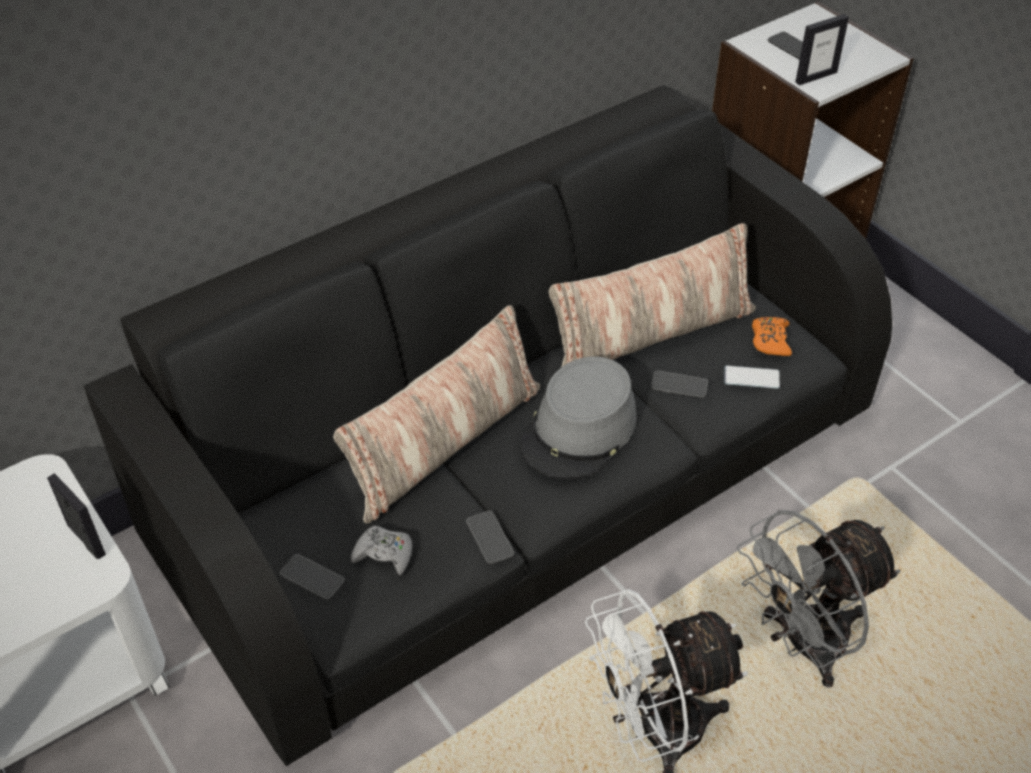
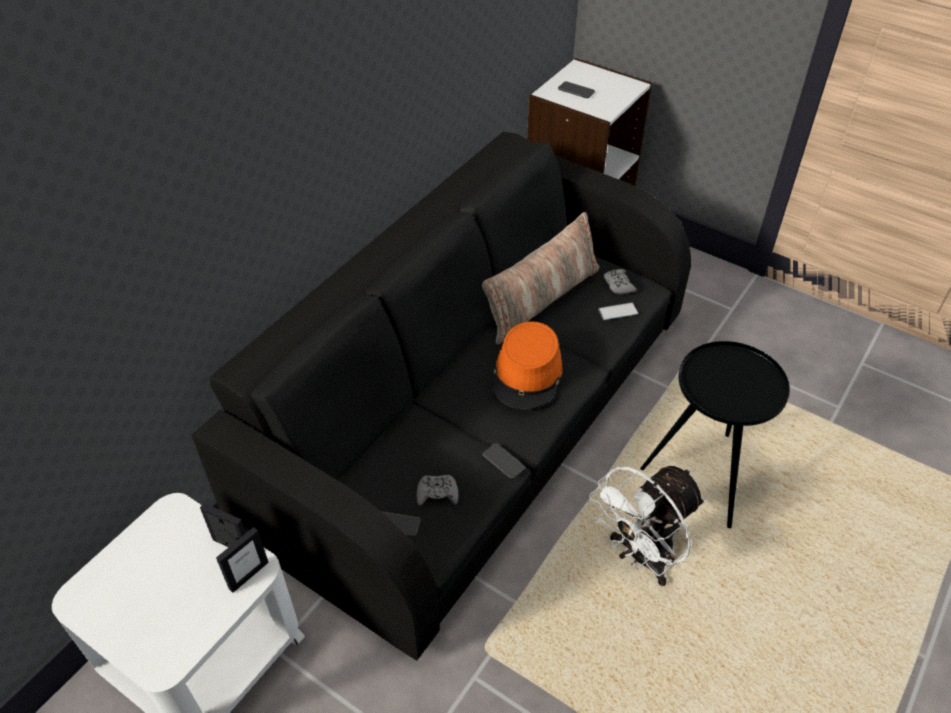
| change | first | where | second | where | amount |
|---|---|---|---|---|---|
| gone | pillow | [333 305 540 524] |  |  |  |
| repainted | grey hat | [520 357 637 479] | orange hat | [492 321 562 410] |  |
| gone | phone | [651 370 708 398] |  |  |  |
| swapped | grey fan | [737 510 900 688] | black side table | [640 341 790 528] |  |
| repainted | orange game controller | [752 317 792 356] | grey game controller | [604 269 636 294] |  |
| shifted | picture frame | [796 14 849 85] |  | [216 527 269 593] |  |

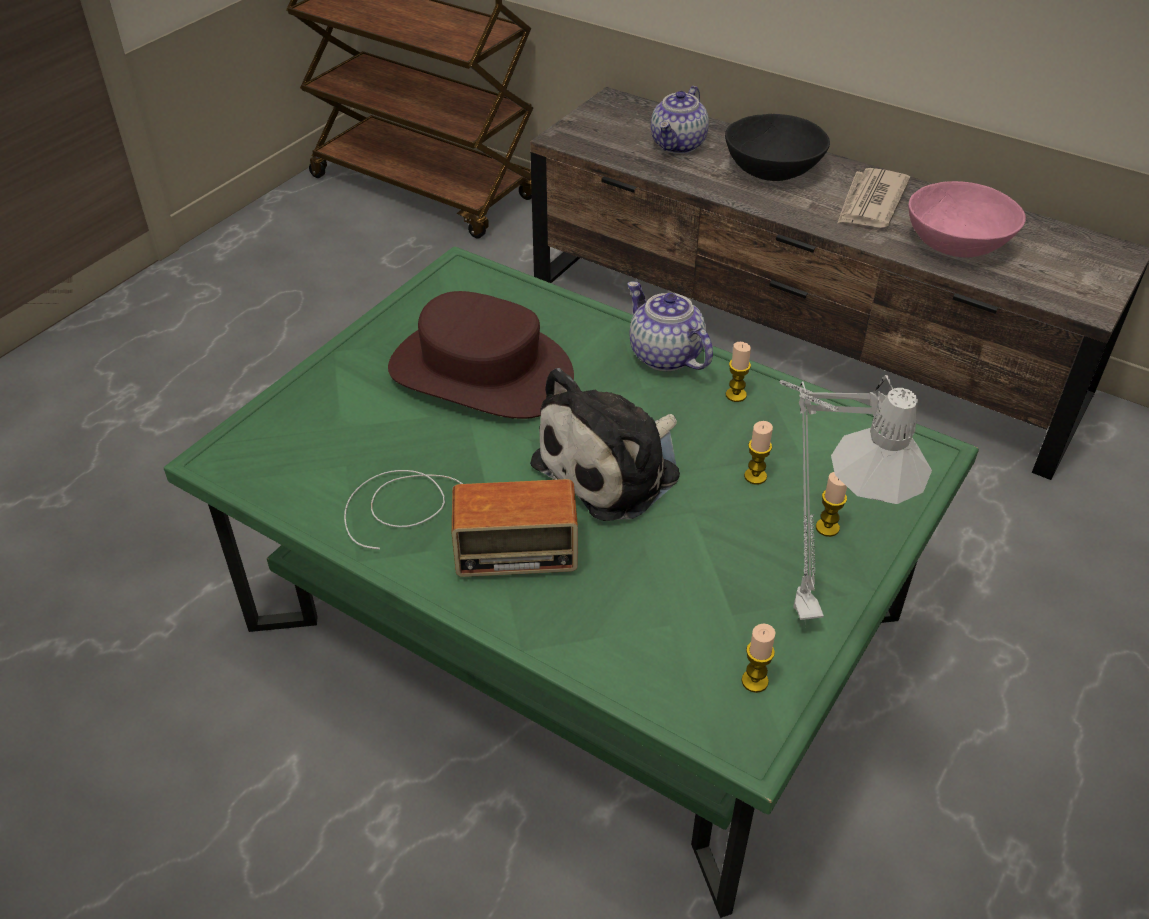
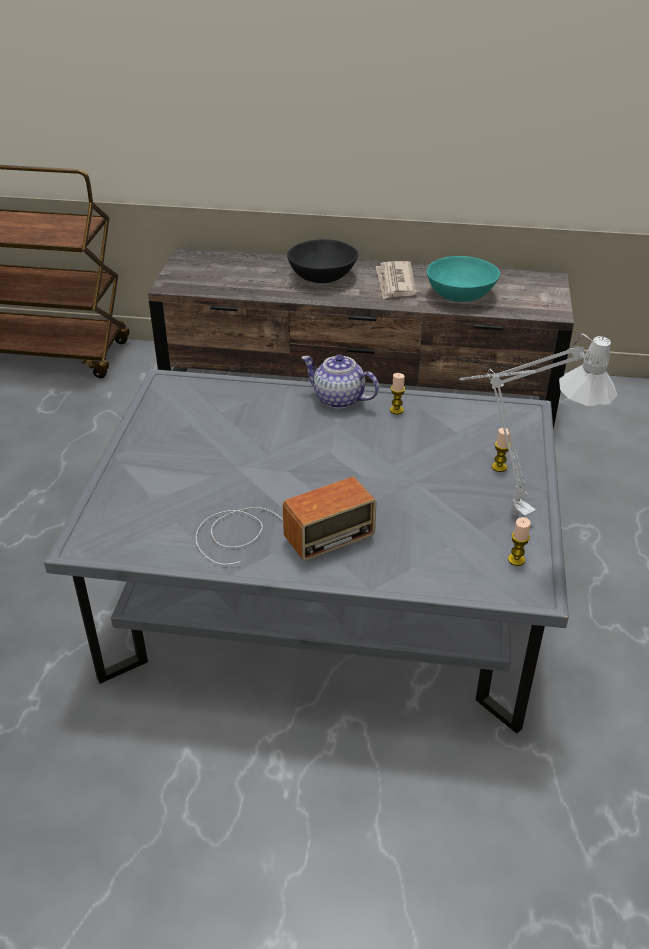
| change | first | where | second | where | amount |
|---|---|---|---|---|---|
| repainted | green coffee table | [164 246 979 918] | grey coffee table | [44 369 569 733] |  |
| gone | brown hat | [388 291 574 419] |  |  |  |
| gone | plush toy | [530 368 680 521] |  |  |  |
| gone | teapot | [651 86 709 154] |  |  |  |
| gone | candle | [744 421 773 485] |  |  |  |
| repainted | pink bowl | [908 181 1026 257] | turquoise bowl | [426 256 500 302] |  |

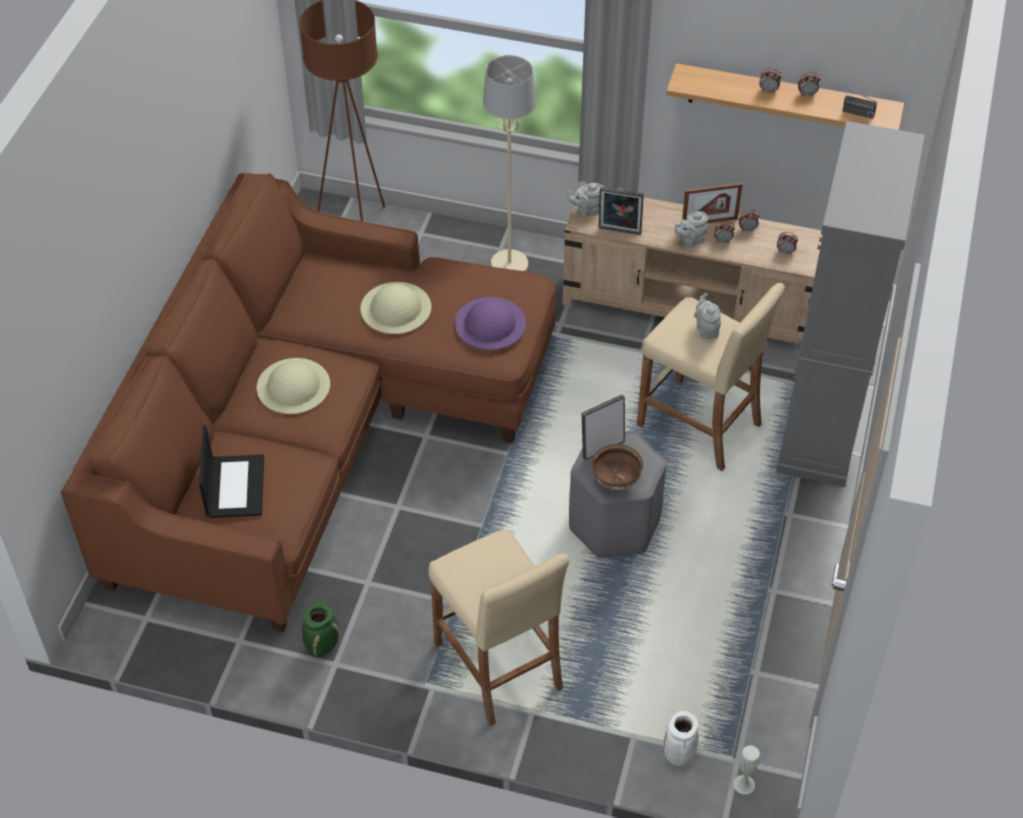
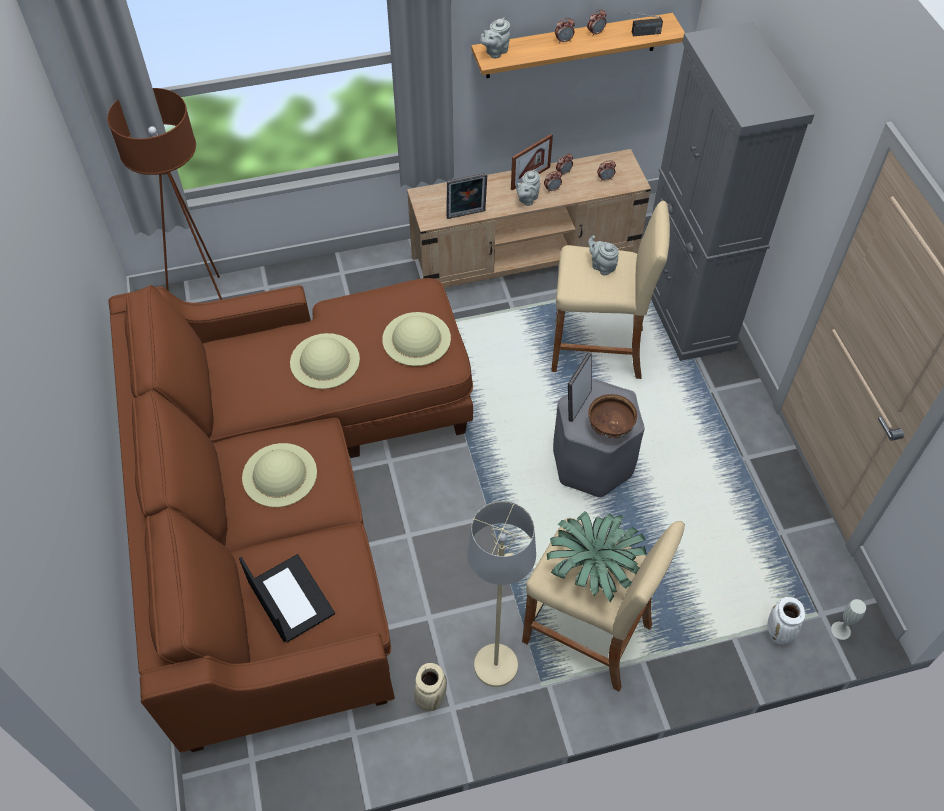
| change | first | where | second | where | amount |
|---|---|---|---|---|---|
| repainted | green vase | [302 603 339 657] | beige vase | [414 663 447 711] |  |
| repainted | purple hat | [454 297 526 350] | beige hat | [382 312 451 366] |  |
| shifted | beige floor lamp | [483 55 536 271] |  | [467 501 536 687] |  |
| shifted | grey teapot | [567 183 602 217] |  | [481 17 510 58] |  |
| new |  |  | potted plant | [547 511 647 602] |  |

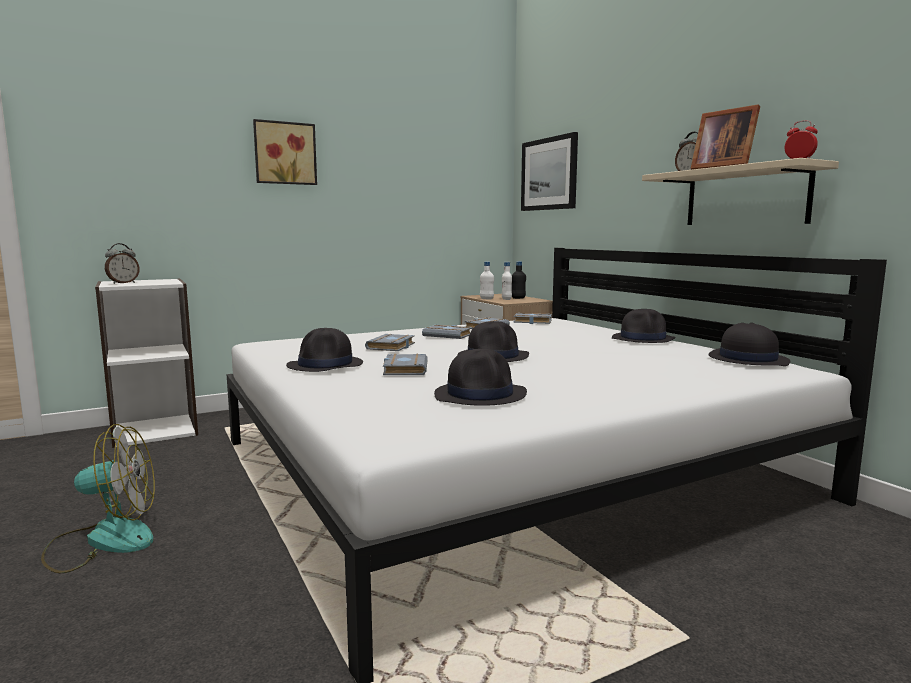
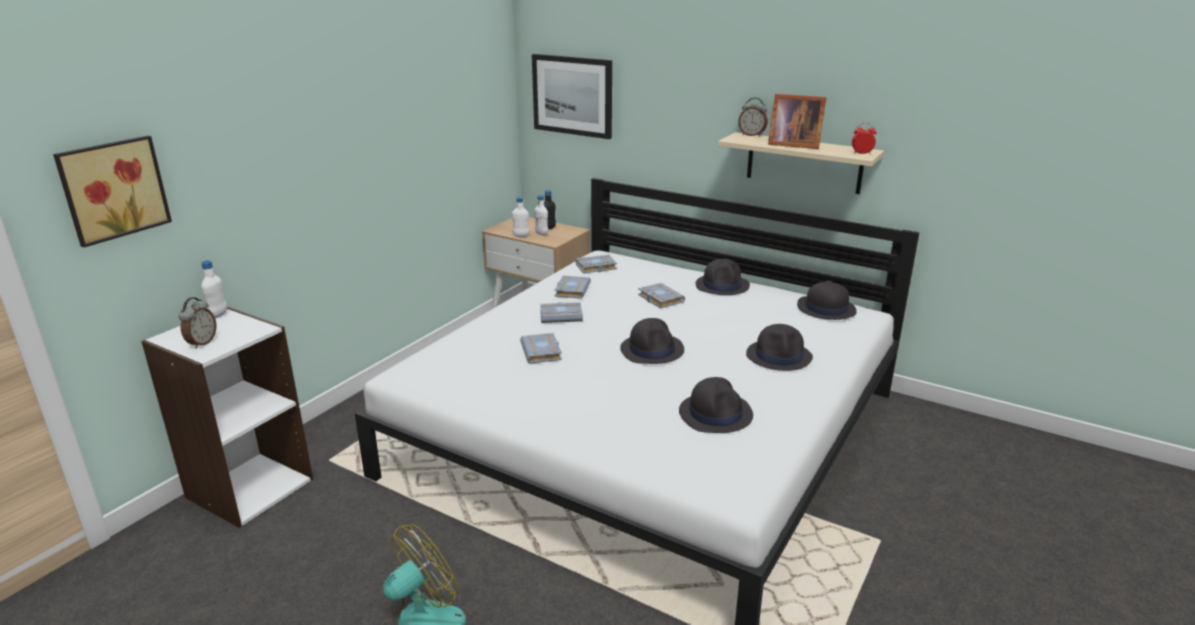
| change | first | where | second | where | amount |
|---|---|---|---|---|---|
| shifted | picture | [253 119 317 185] |  | [53 136 172 247] |  |
| shifted | black hat | [286 328 363 372] |  | [746 324 813 371] |  |
| shifted | grey book | [383 354 428 375] |  | [638 283 685 308] |  |
| new |  |  | white bottle | [201 260 227 318] |  |

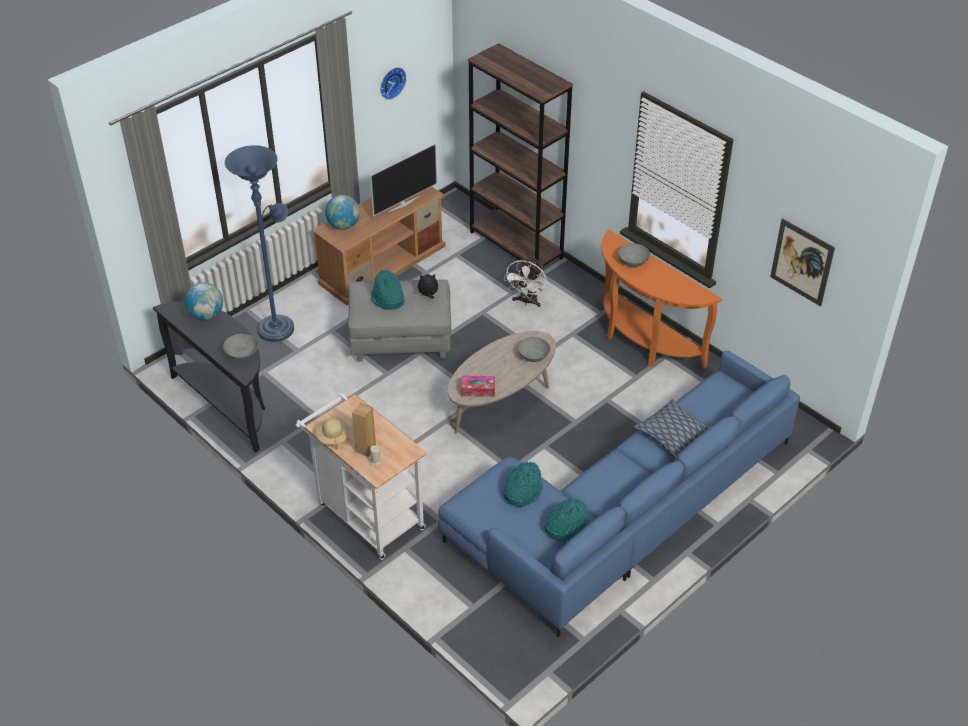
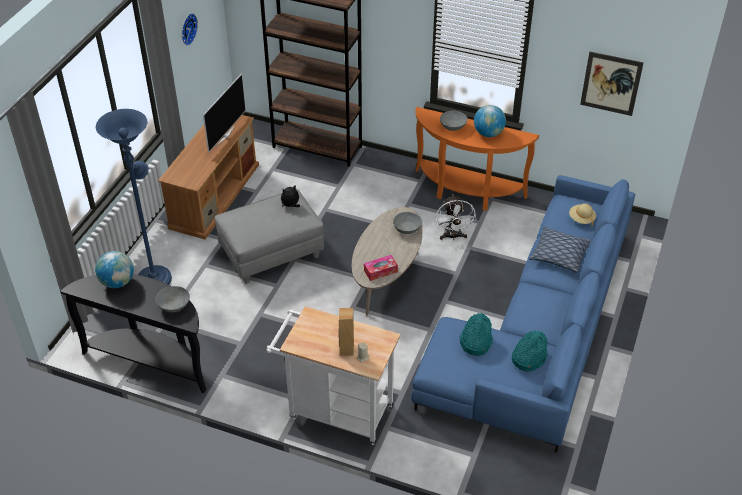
| change | first | where | second | where | amount |
|---|---|---|---|---|---|
| shifted | beige hat | [315 418 350 449] |  | [569 203 596 226] |  |
| shifted | globe | [325 195 360 230] |  | [474 105 506 137] |  |
| gone | turquoise hat | [371 270 405 310] |  |  |  |
| shifted | white fan | [503 257 547 307] |  | [436 195 476 240] |  |

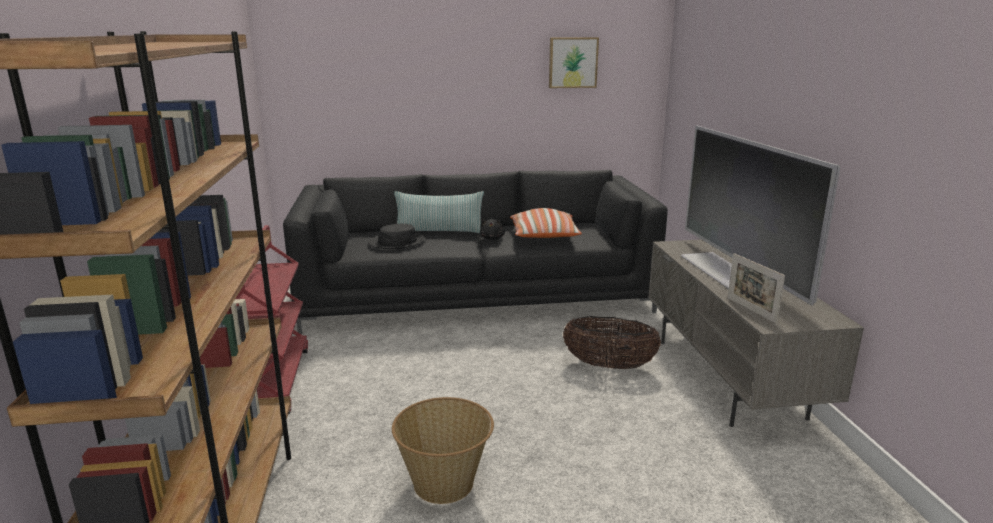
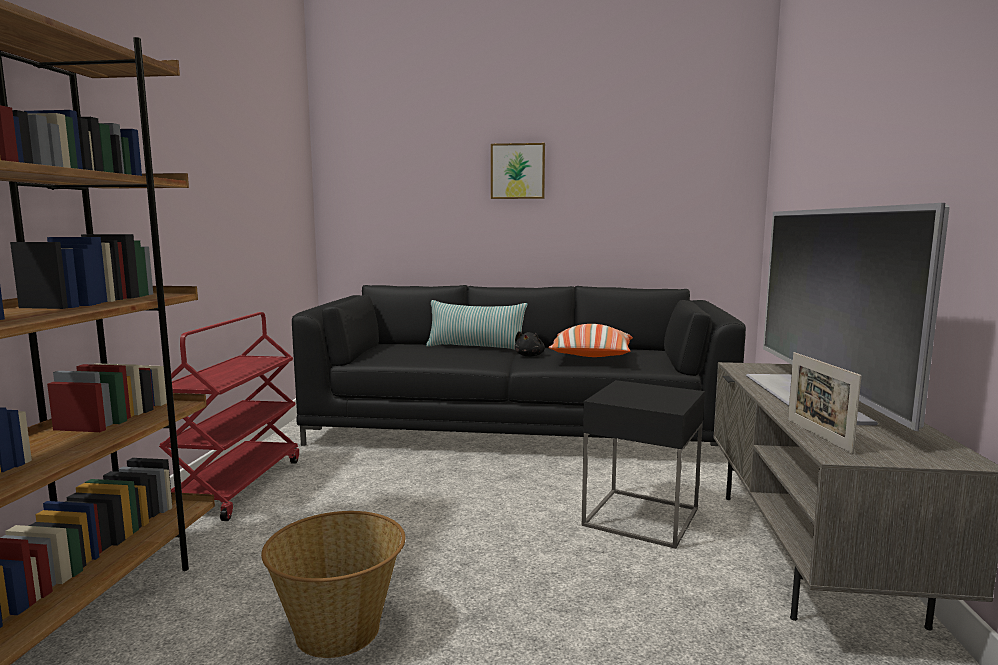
| change | first | where | second | where | amount |
|---|---|---|---|---|---|
| gone | black hat | [369 224 426 249] |  |  |  |
| shifted | picture | [549 37 599 88] |  | [491 143 545 199] |  |
| swapped | basket | [563 316 661 369] | black side table | [582 380 705 549] |  |

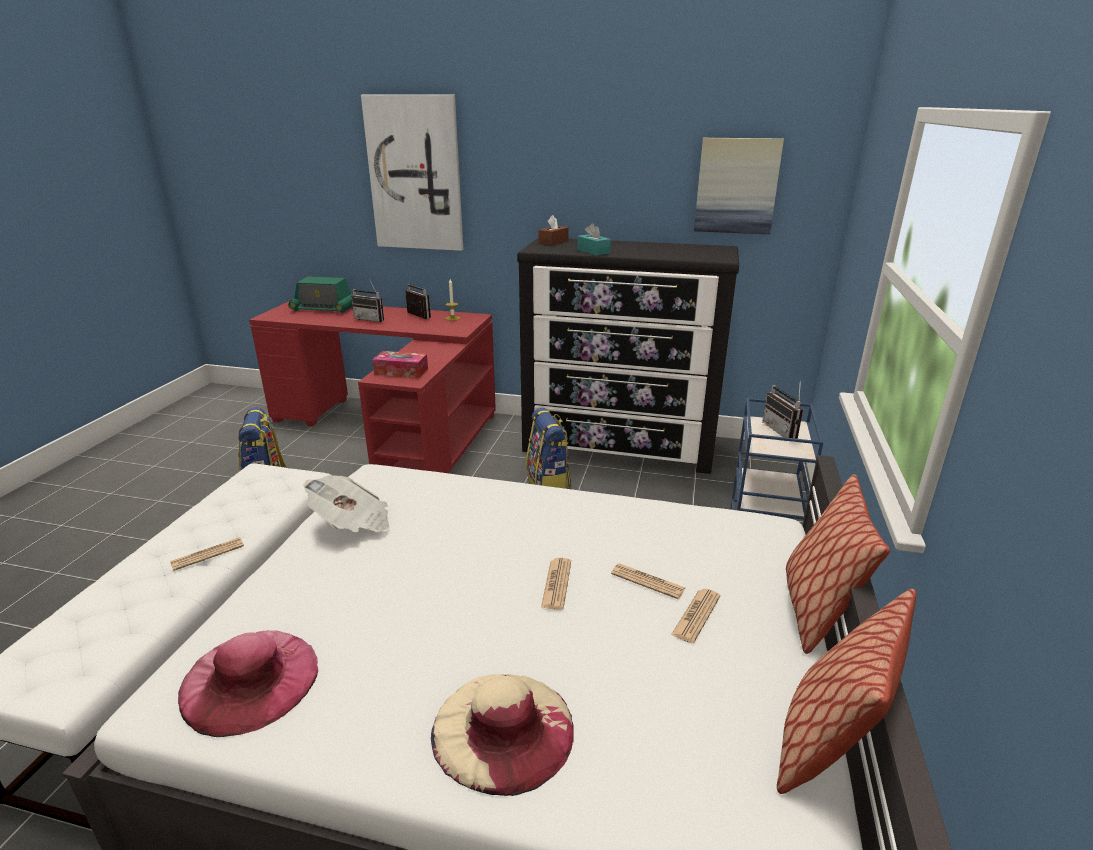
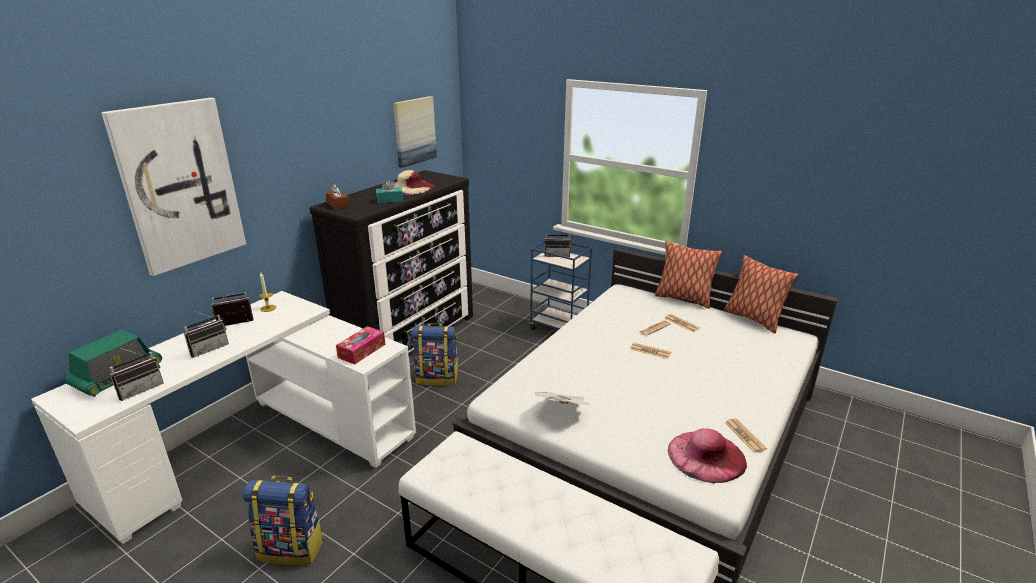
| change | first | where | second | where | amount |
|---|---|---|---|---|---|
| shifted | newspaper | [170 537 244 571] |  | [725 418 767 453] |  |
| repainted | red desk | [249 302 496 473] | white desk | [31 291 416 544] |  |
| shifted | beige hat | [431 674 574 796] |  | [394 170 435 195] |  |
| new |  |  | radio | [110 347 164 401] |  |

